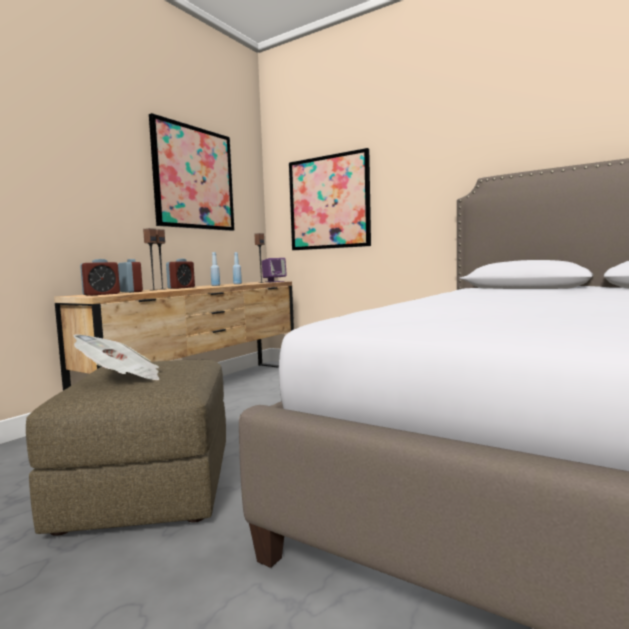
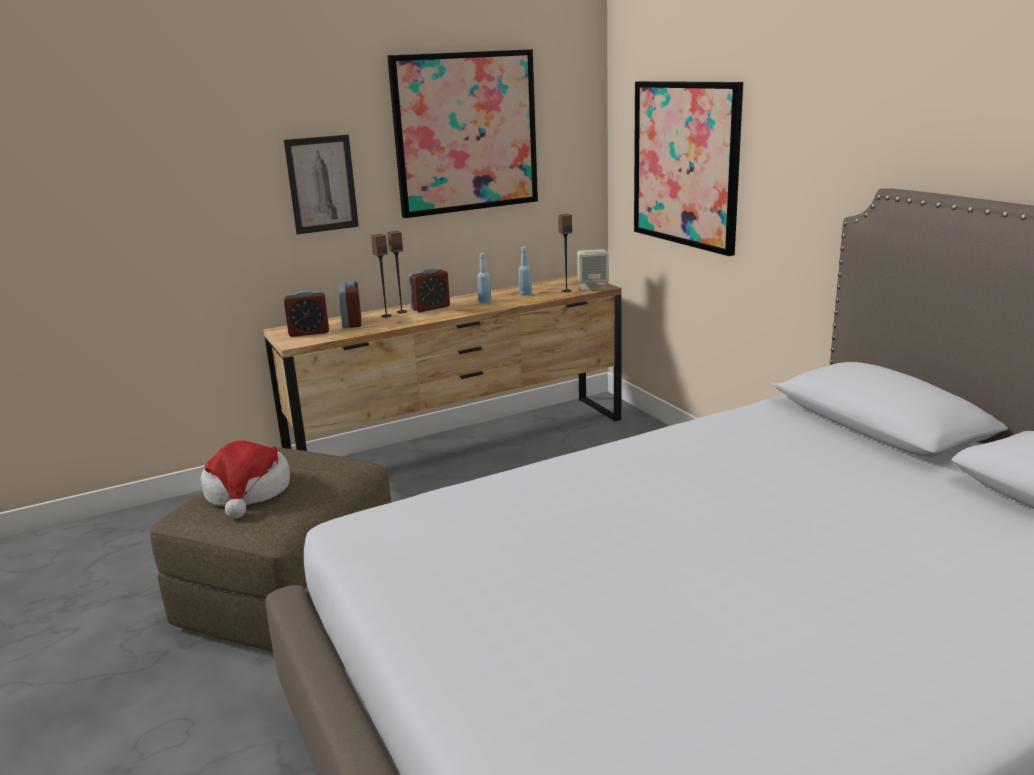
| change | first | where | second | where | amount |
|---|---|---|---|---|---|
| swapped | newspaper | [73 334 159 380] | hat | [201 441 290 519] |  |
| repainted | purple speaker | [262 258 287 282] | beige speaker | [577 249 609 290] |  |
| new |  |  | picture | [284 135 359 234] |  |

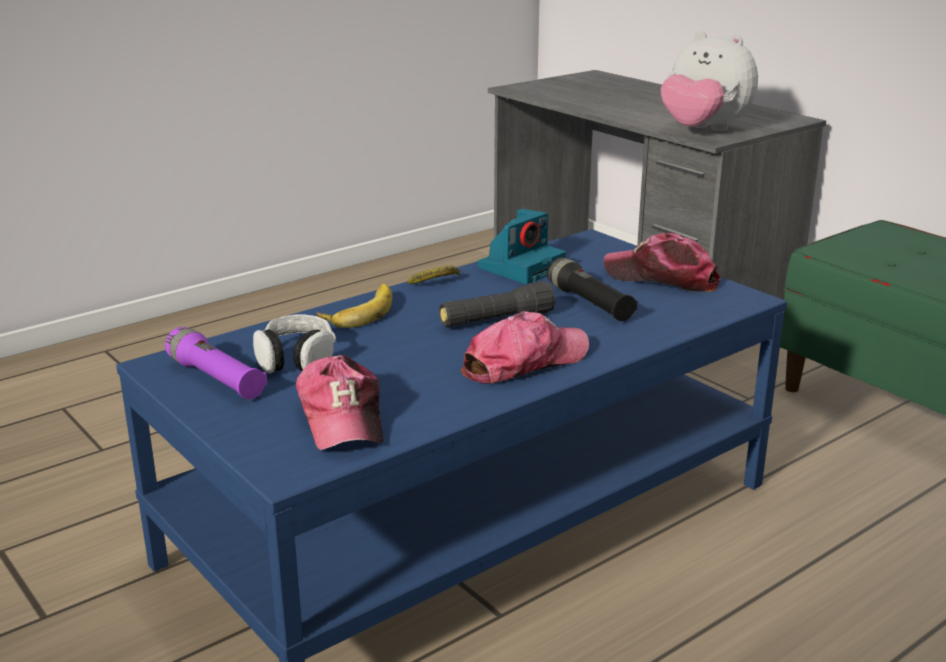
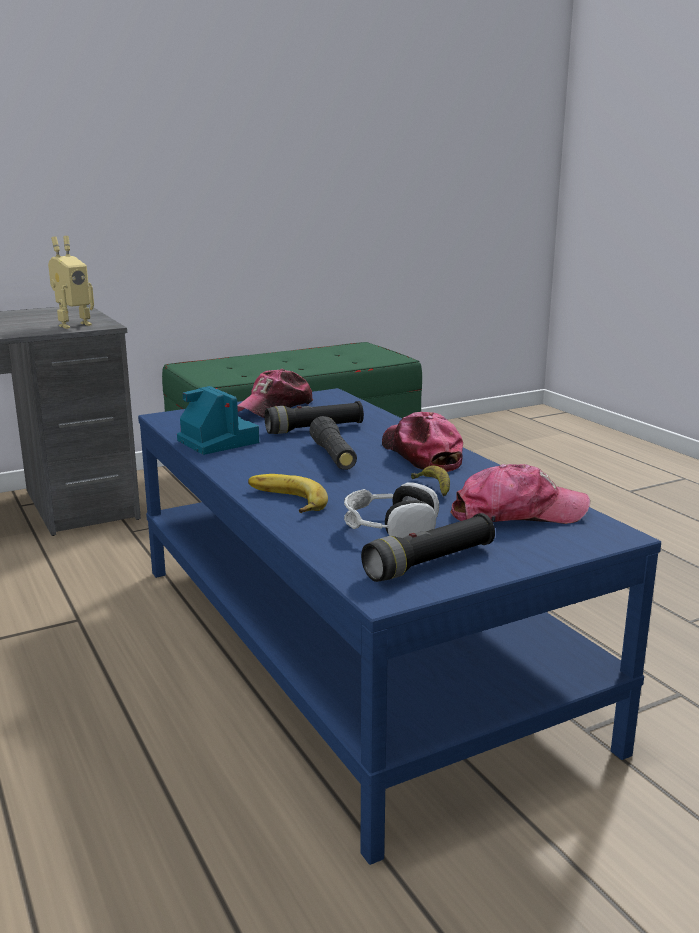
| change | first | where | second | where | amount |
|---|---|---|---|---|---|
| repainted | purple flashlight | [165 327 268 399] | black flashlight | [361 513 495 582] |  |
| shifted | banana | [407 265 460 284] |  | [411 465 450 497] |  |
| swapped | plush toy | [661 31 758 131] | toy robot | [48 236 94 329] |  |

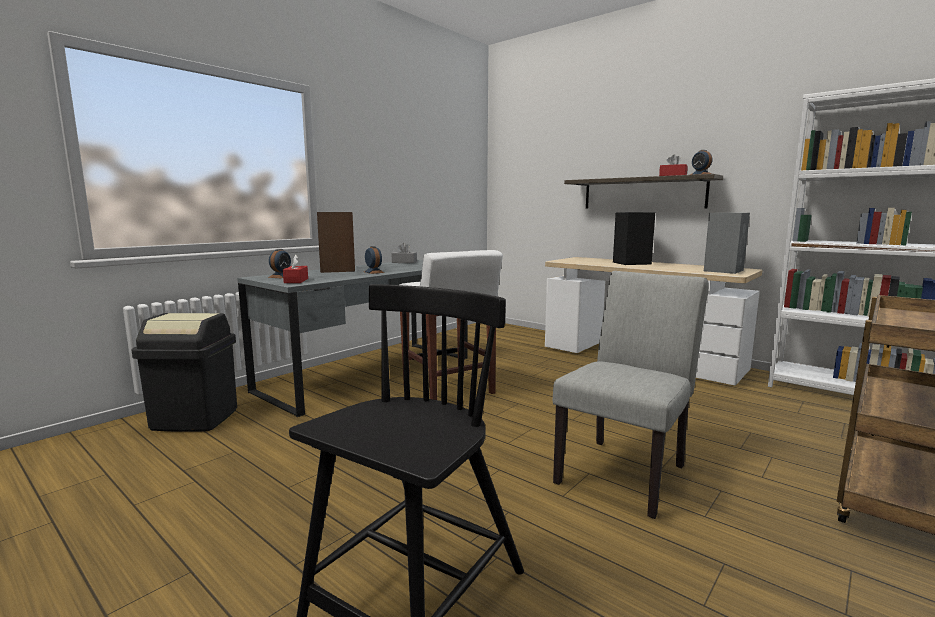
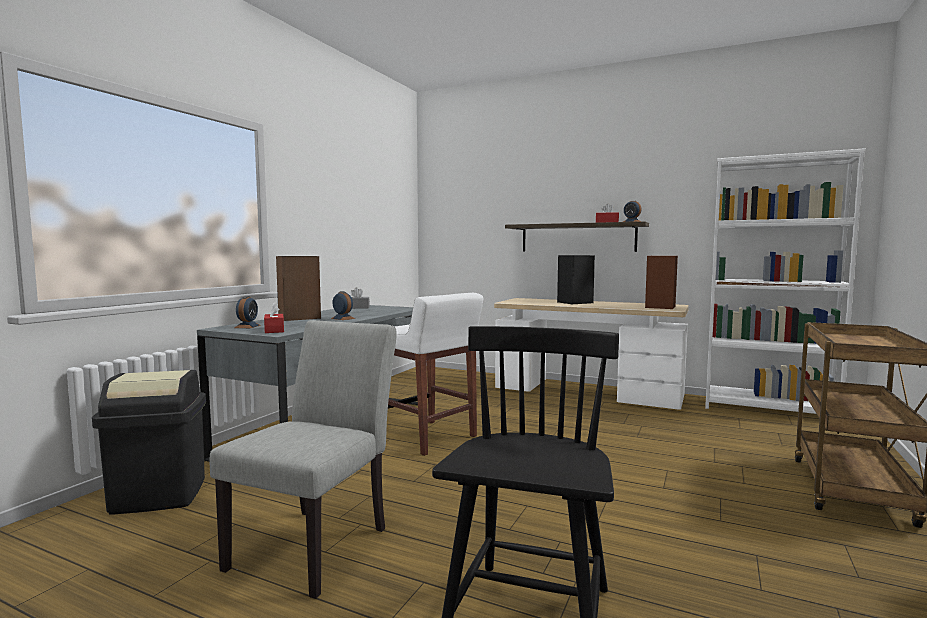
| change | first | where | second | where | amount |
|---|---|---|---|---|---|
| shifted | grey chair | [553 271 709 519] |  | [210 320 397 599] |  |
| repainted | grey speaker | [704 213 750 274] | brown speaker | [645 256 678 309] |  |

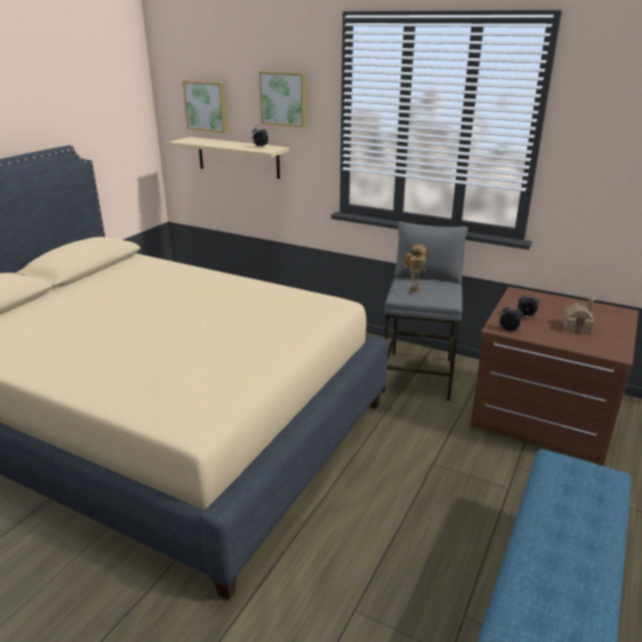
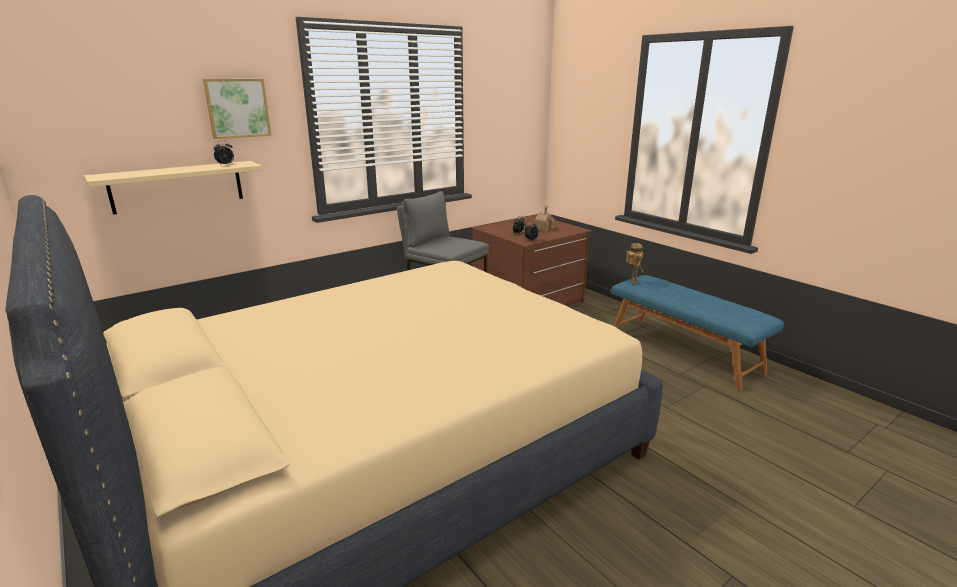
| change | first | where | second | where | amount |
|---|---|---|---|---|---|
| gone | picture | [183 81 227 133] |  |  |  |
| shifted | toy robot | [404 244 426 293] |  | [626 243 644 283] |  |

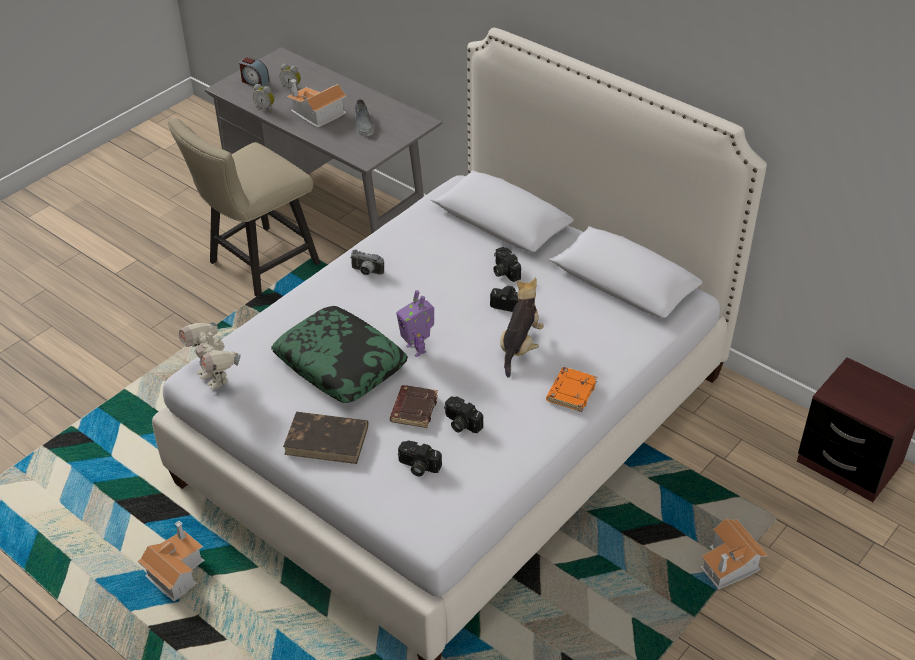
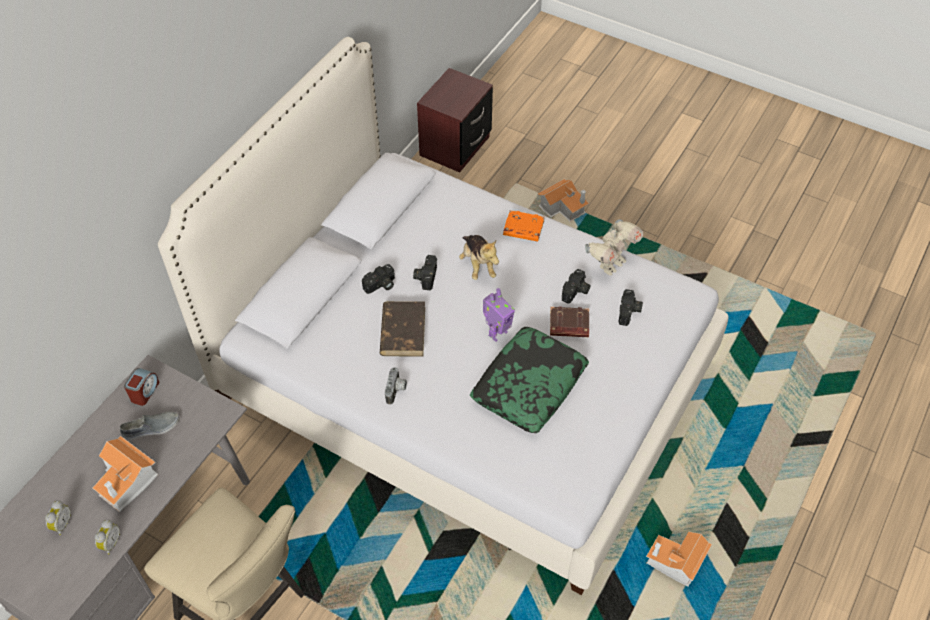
| change | first | where | second | where | amount |
|---|---|---|---|---|---|
| shifted | toy robot | [179 322 241 390] |  | [585 219 643 276] |  |
| shifted | alarm clock | [239 57 269 87] |  | [124 368 160 406] |  |
| shifted | brown book | [283 412 368 464] |  | [380 301 425 357] |  |
| rotated | plush toy | [500 278 544 377] |  | [459 235 499 280] | 120 degrees counterclockwise |

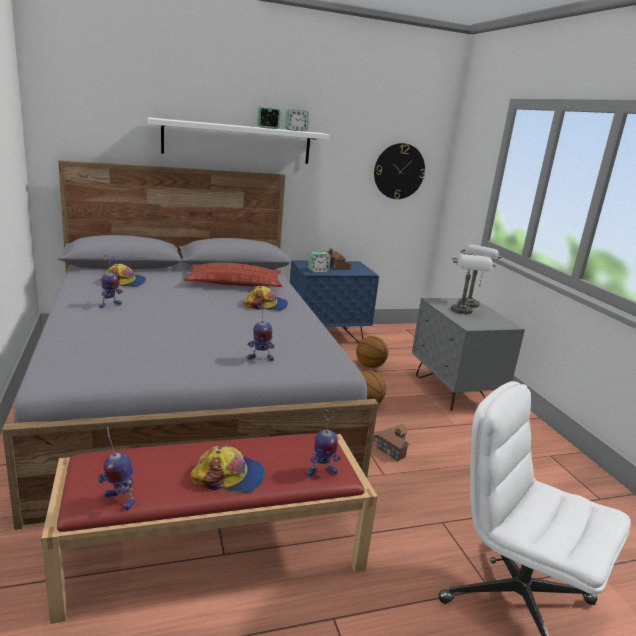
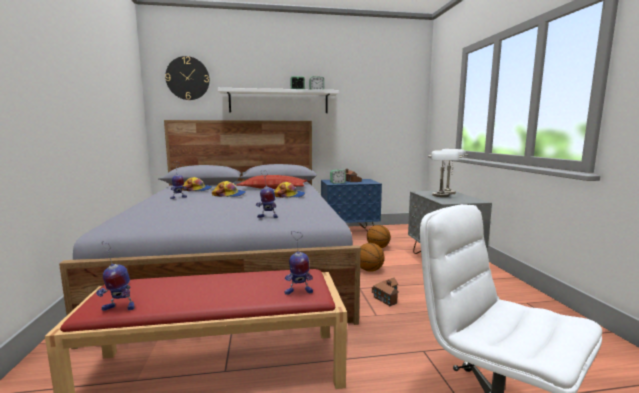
| change | first | where | second | where | amount |
|---|---|---|---|---|---|
| rotated | toy robot | [98 426 135 510] |  | [96 241 135 311] | 45 degrees counterclockwise |
| shifted | cap | [191 445 265 493] |  | [212 181 246 197] |  |
| shifted | wall clock | [374 143 425 199] |  | [165 56 210 100] |  |

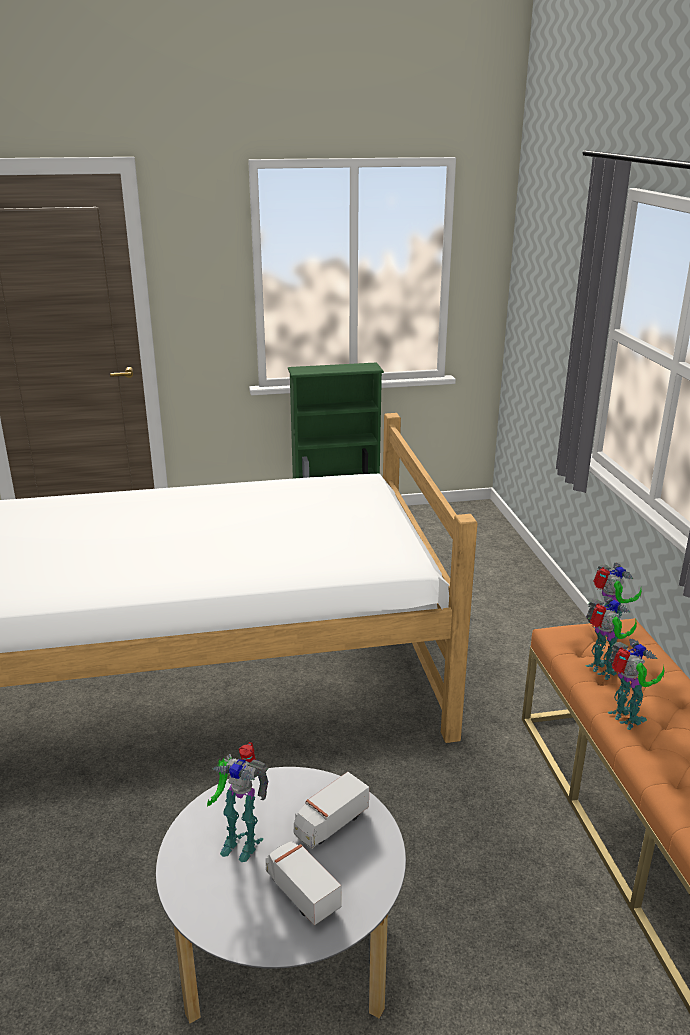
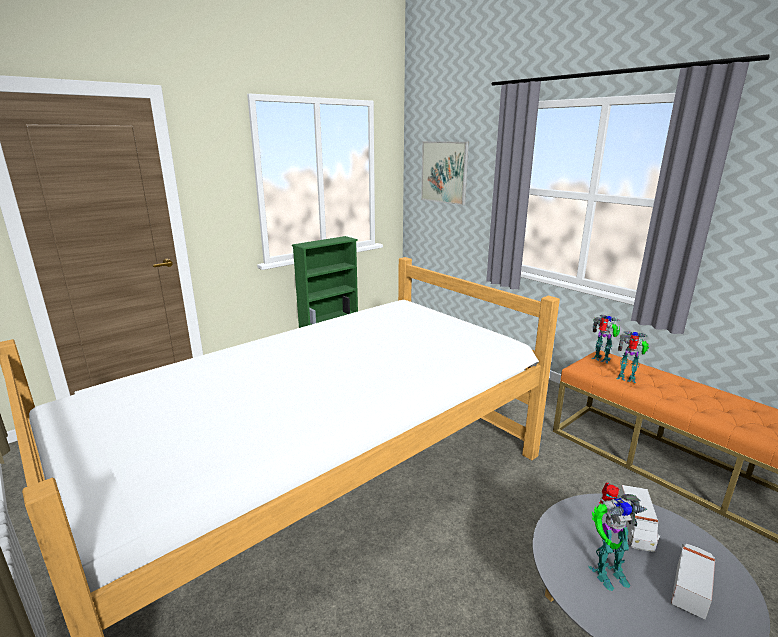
| change | first | where | second | where | amount |
|---|---|---|---|---|---|
| rotated | toy truck | [266 841 342 926] |  | [671 544 715 620] | 105 degrees clockwise |
| gone | toy robot | [608 639 664 730] |  |  |  |
| new |  |  | picture | [421 141 469 205] |  |

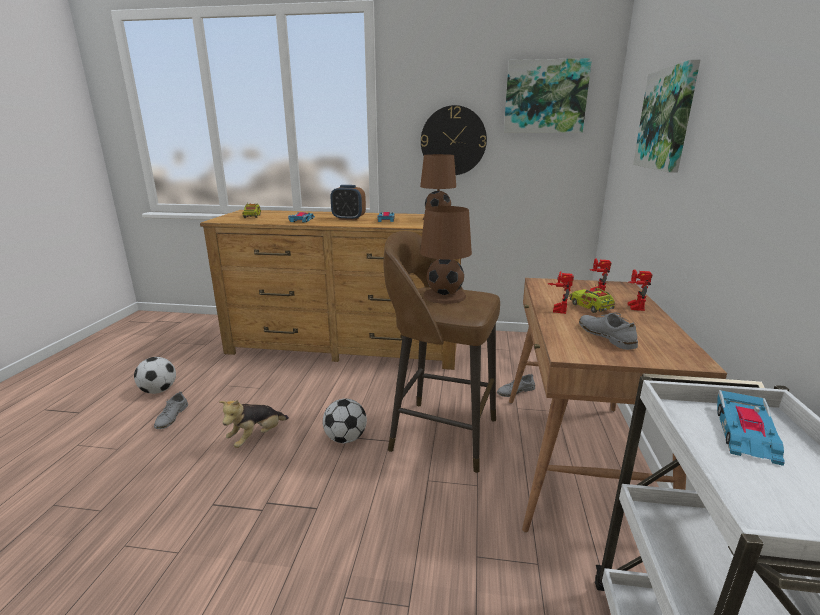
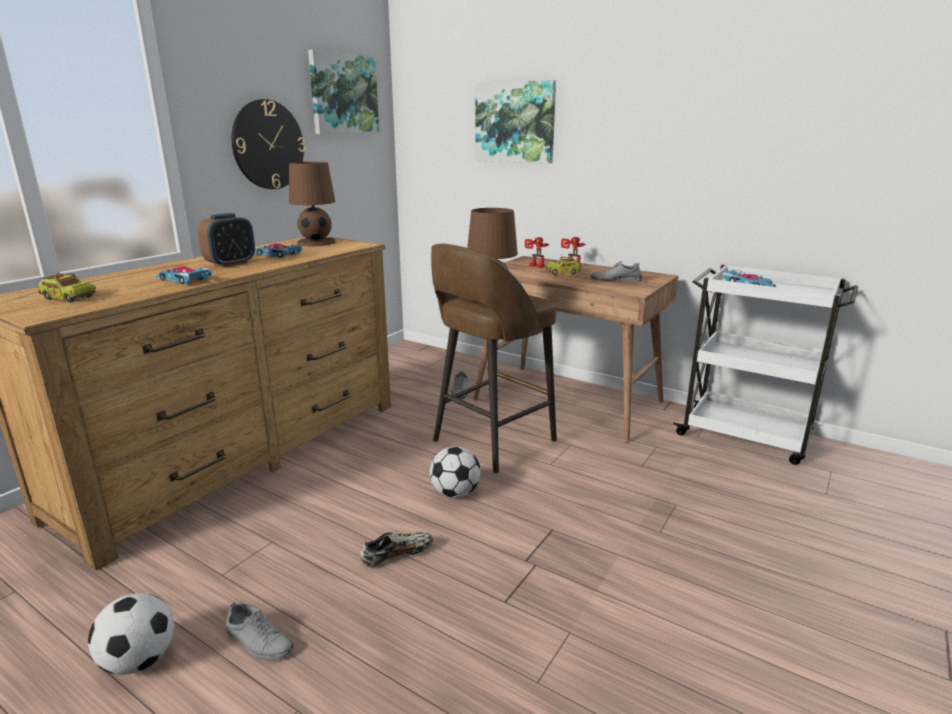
| change | first | where | second | where | amount |
|---|---|---|---|---|---|
| swapped | plush toy | [219 400 289 448] | shoe | [360 532 433 567] |  |
| gone | toy robot | [548 272 574 314] |  |  |  |

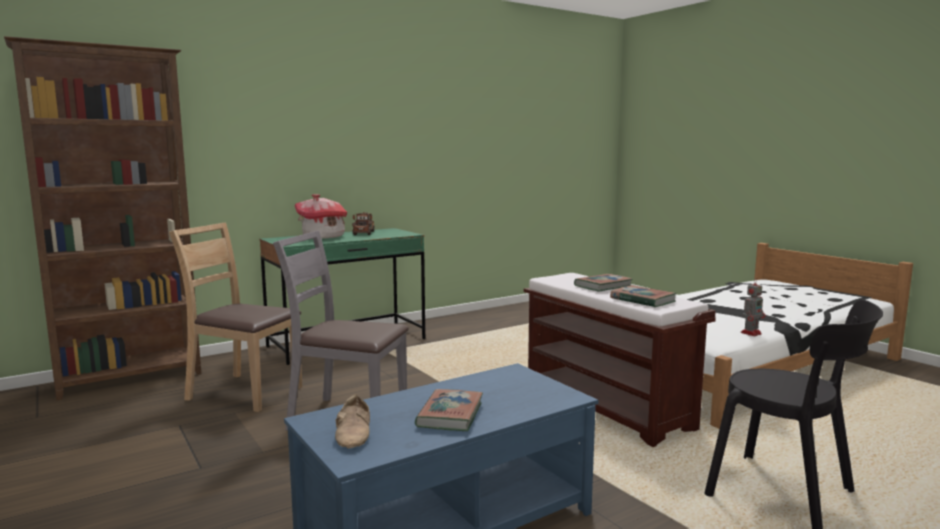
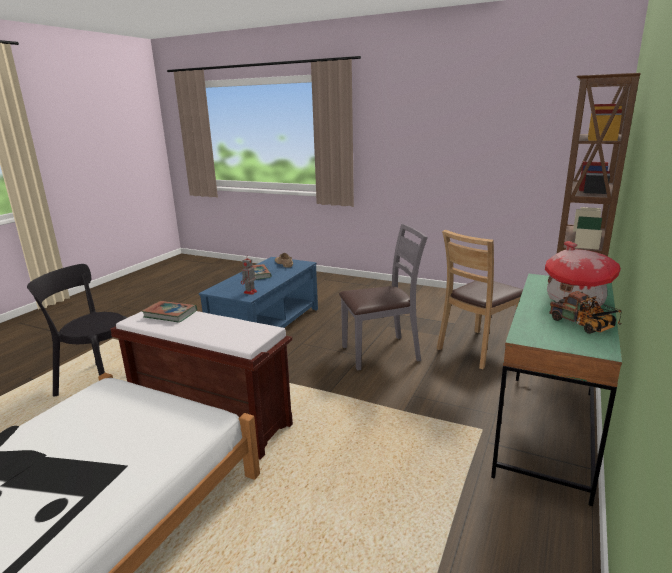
| change | first | where | second | where | amount |
|---|---|---|---|---|---|
| rotated | brown chair | [169 223 302 412] |  | [437 230 523 369] | 150 degrees clockwise |
| gone | book | [574 274 633 291] |  |  |  |
| shifted | toy robot | [740 278 765 336] |  | [241 255 257 295] |  |

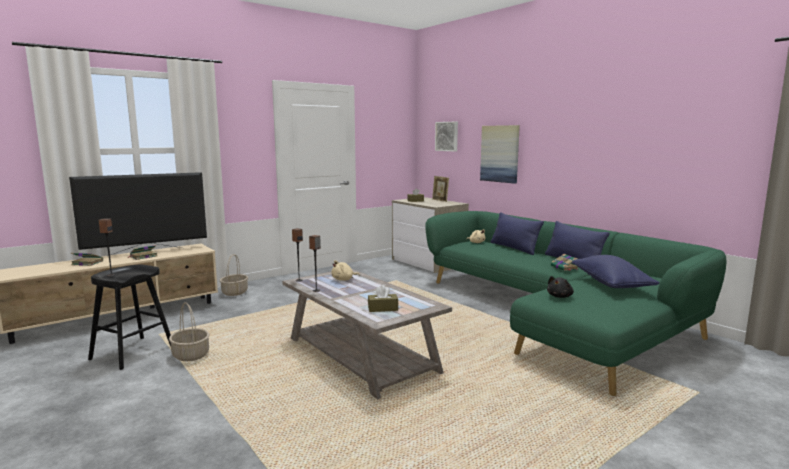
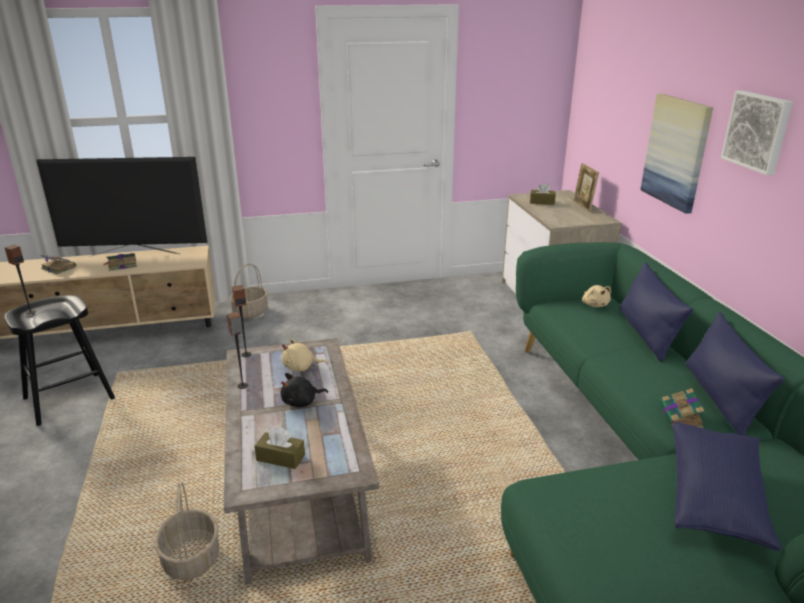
| change | first | where | second | where | amount |
|---|---|---|---|---|---|
| shifted | basket | [169 302 210 361] |  | [154 482 219 580] |  |
| shifted | picture | [435 122 458 152] |  | [721 90 793 175] |  |
| shifted | black plush toy | [547 276 574 298] |  | [281 373 328 407] |  |

